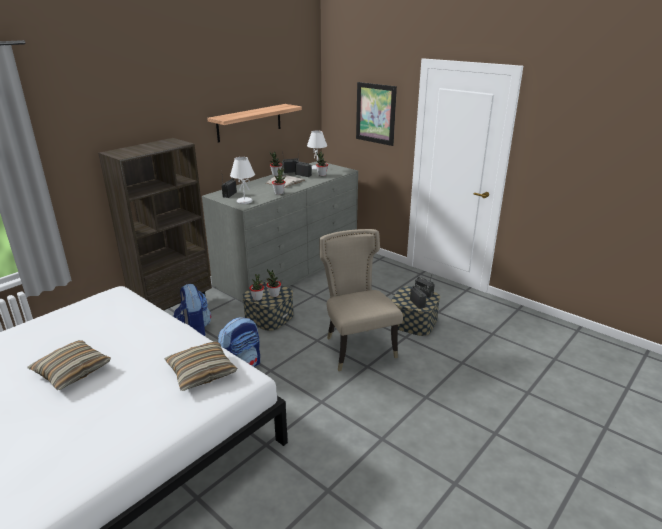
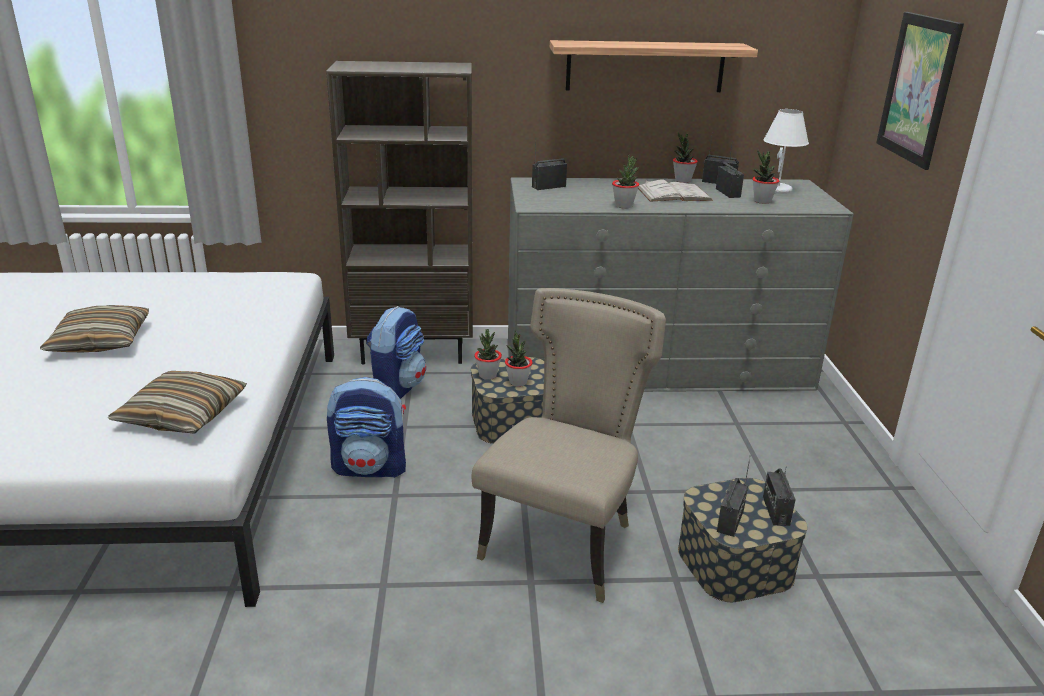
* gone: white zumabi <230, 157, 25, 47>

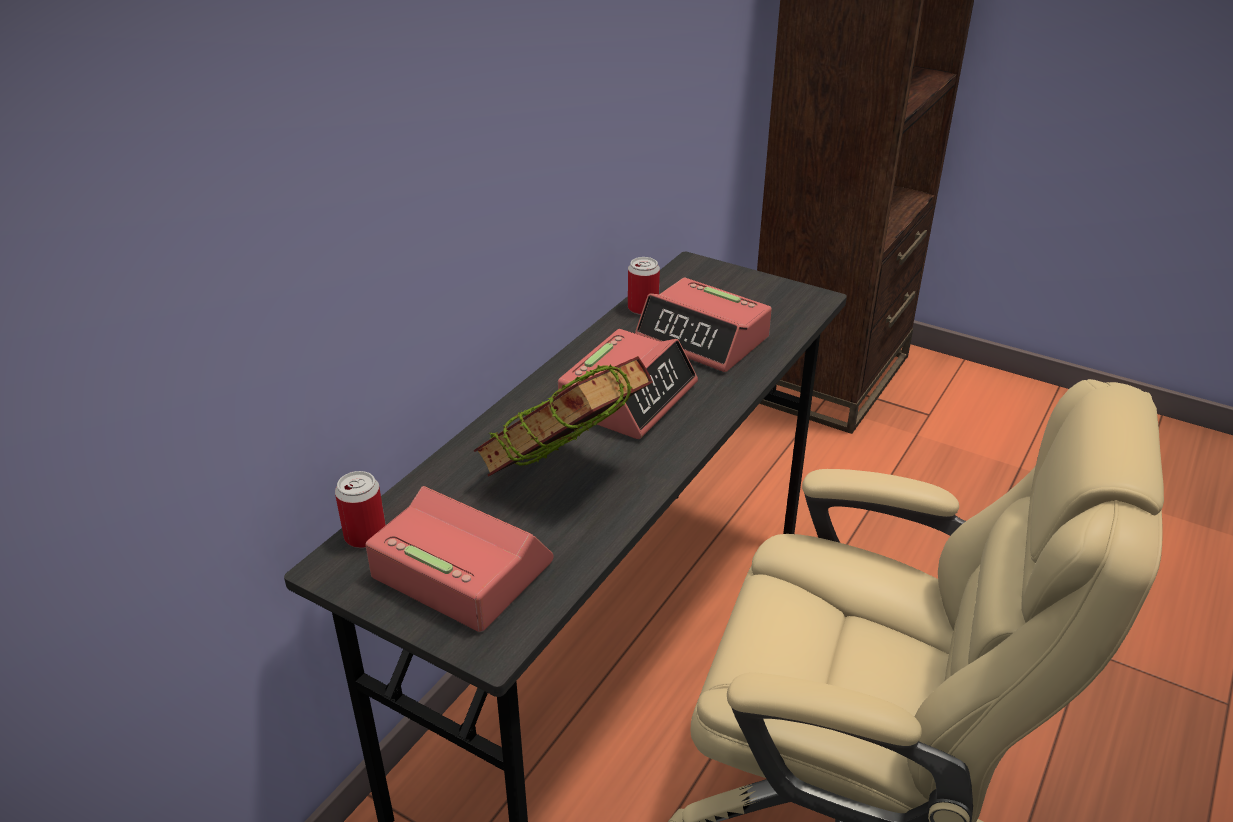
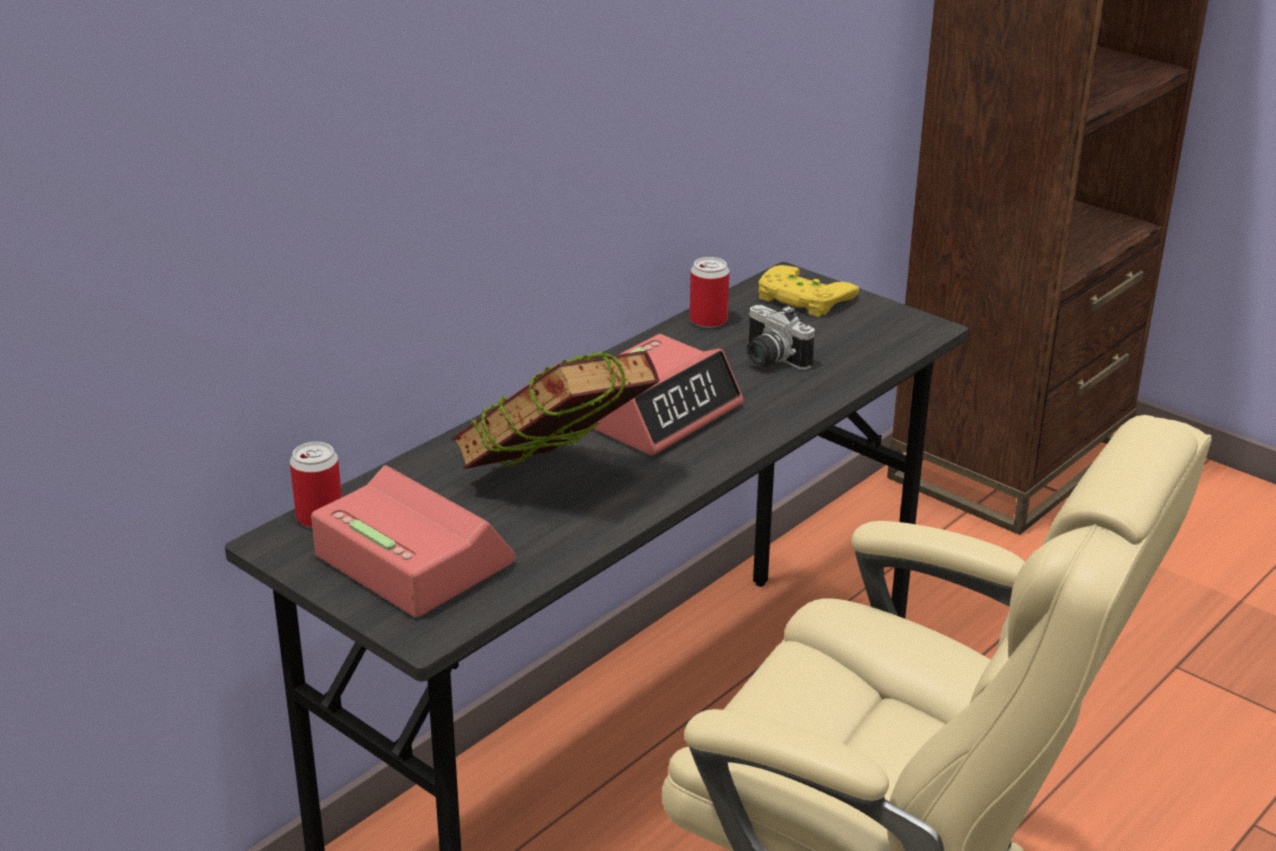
* new: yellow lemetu <758, 265, 101, 52>
* swapped: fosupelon <635, 278, 137, 94> to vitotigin <747, 305, 68, 65>

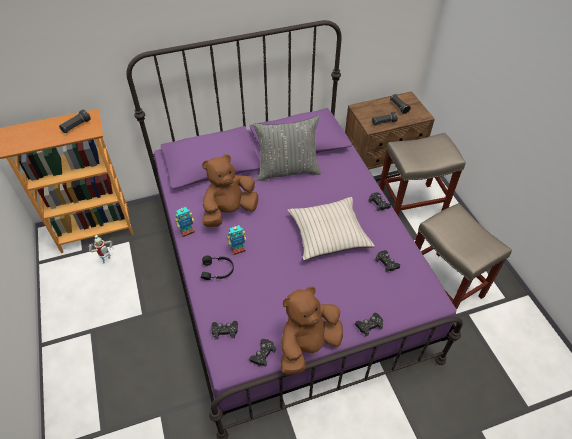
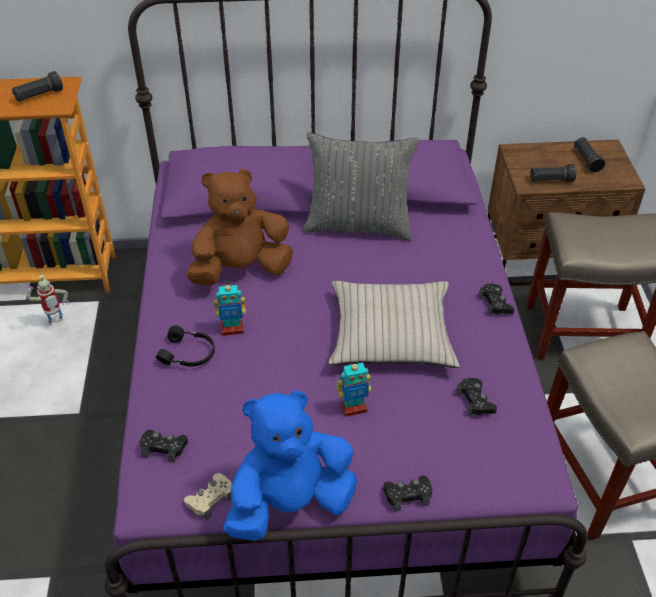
* shifted: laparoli <175, 206, 20, 31> to <336, 361, 36, 56>
* repainted: black lemetu <249, 339, 27, 28> to beige lemetu <184, 473, 48, 47>
* repainted: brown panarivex <280, 286, 63, 89> to blue panarivex <223, 390, 134, 151>

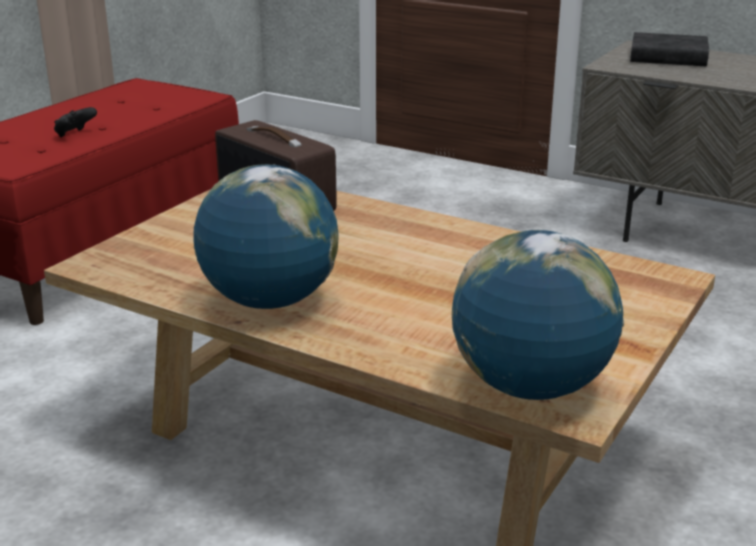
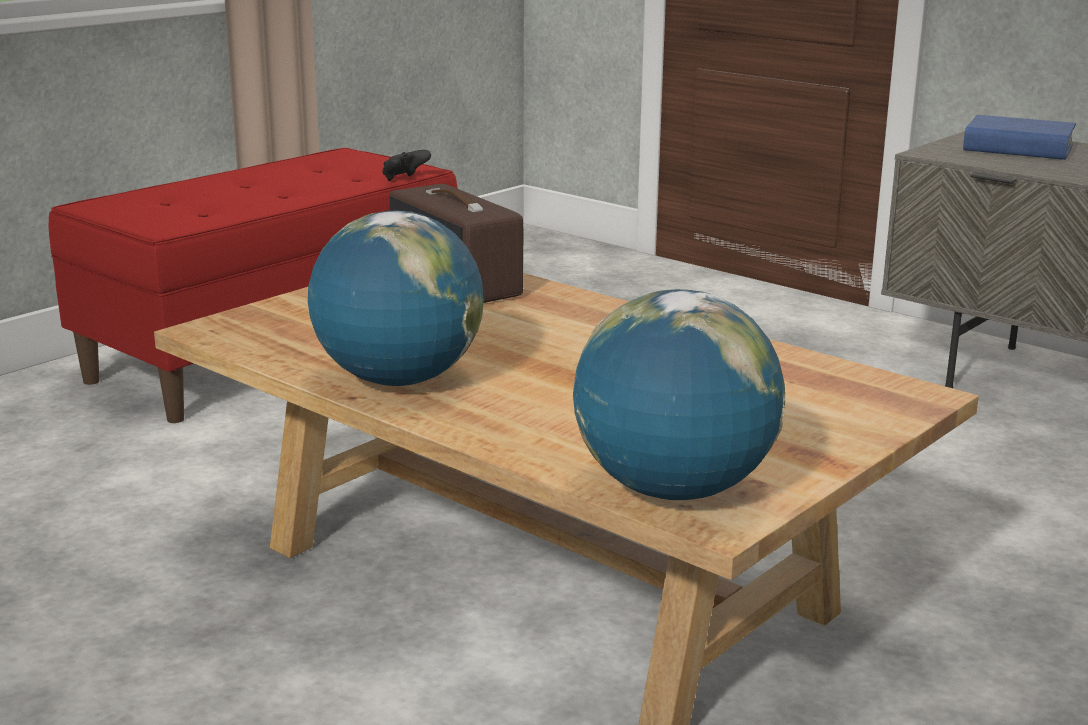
* shifted: black lemetu <54, 107, 43, 30> to <382, 150, 49, 31>
* repainted: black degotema <630, 32, 79, 34> to blue degotema <963, 115, 113, 45>

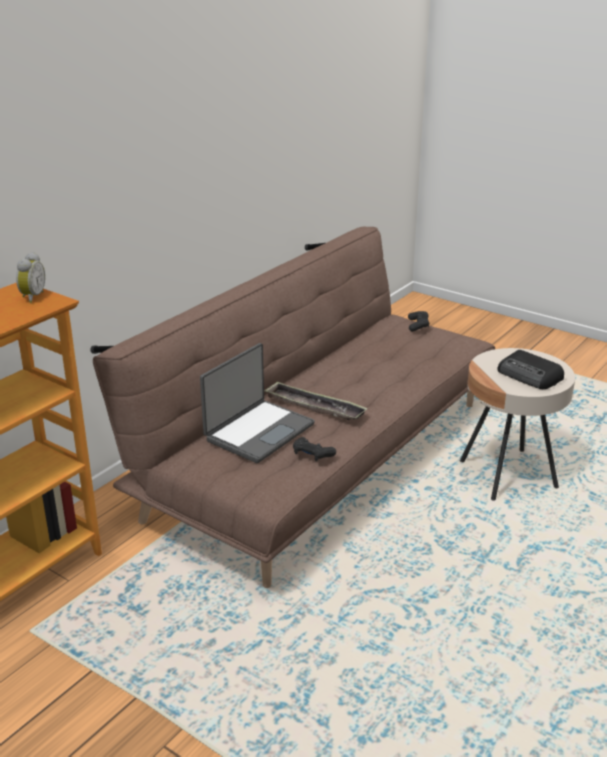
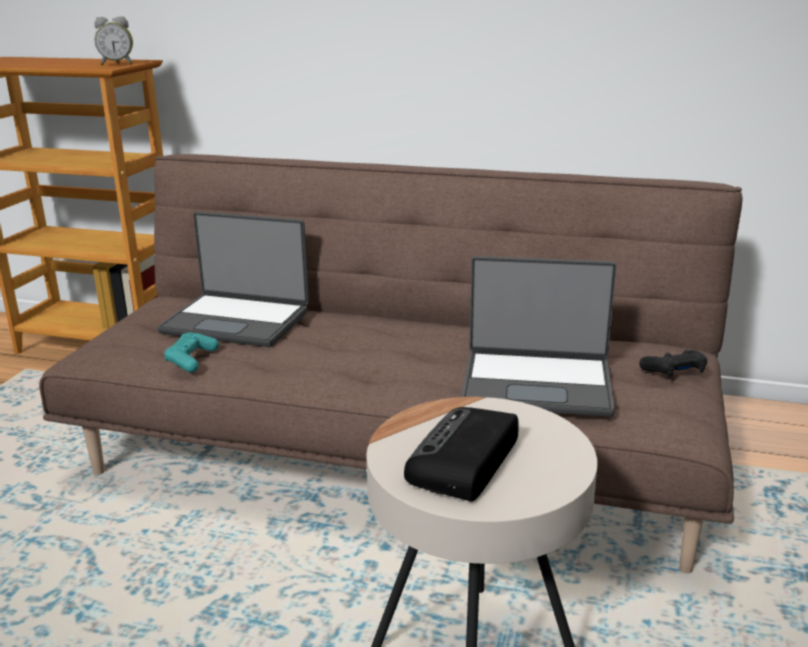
* gone: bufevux <264, 381, 104, 39>
* new: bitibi <461, 256, 156, 161>
* repainted: black lemetu <293, 437, 43, 24> to turquoise lemetu <164, 332, 55, 40>

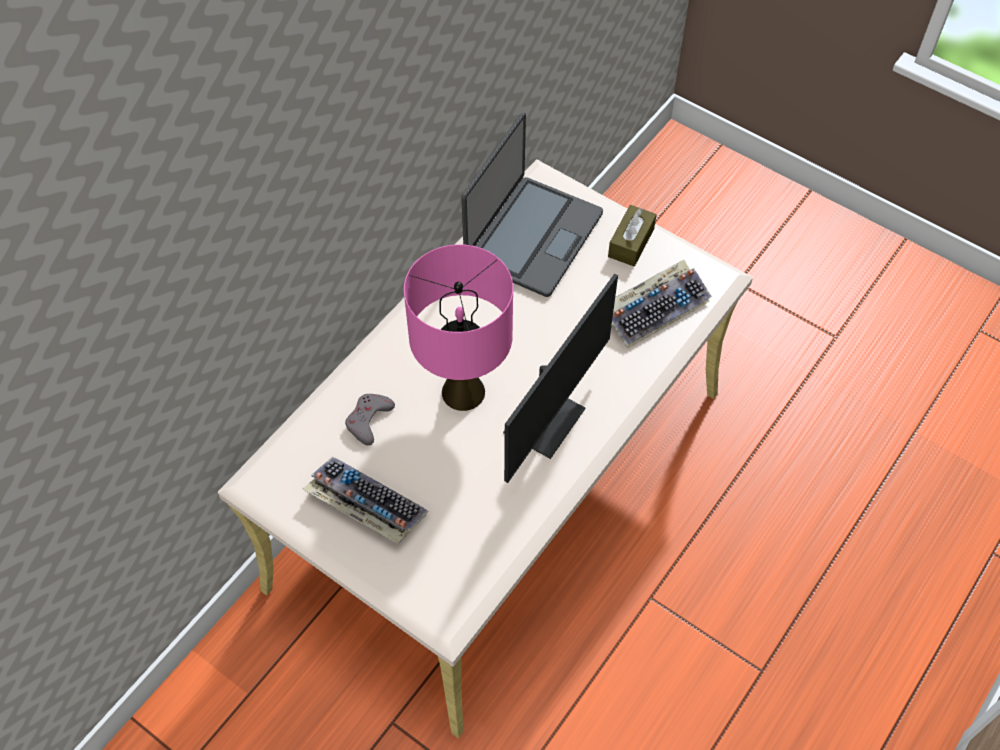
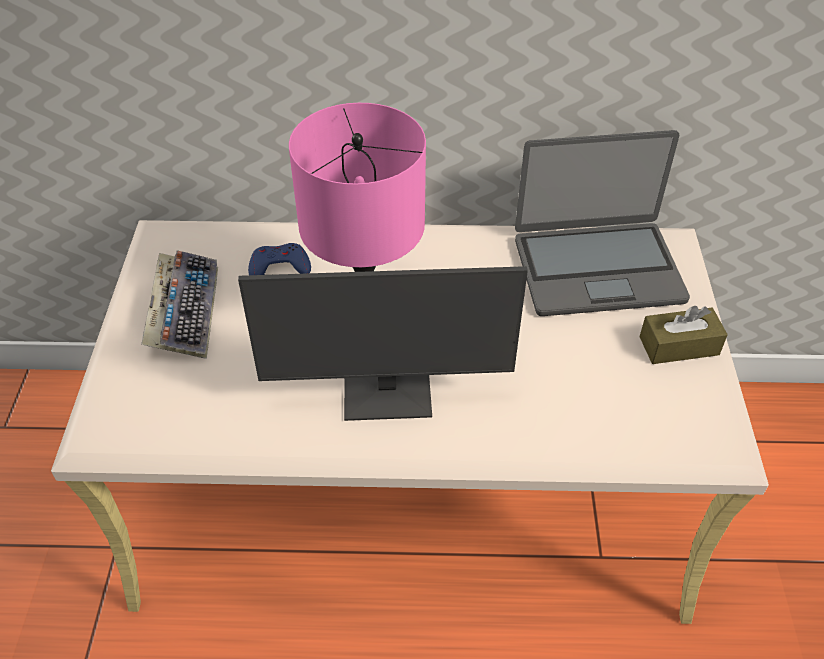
* gone: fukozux <612, 260, 100, 89>
* repainted: grey lemetu <345, 394, 50, 51> to blue lemetu <248, 243, 63, 32>

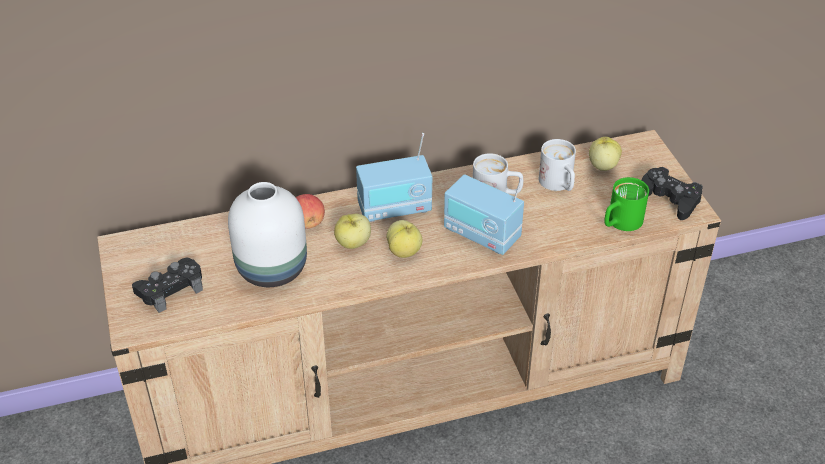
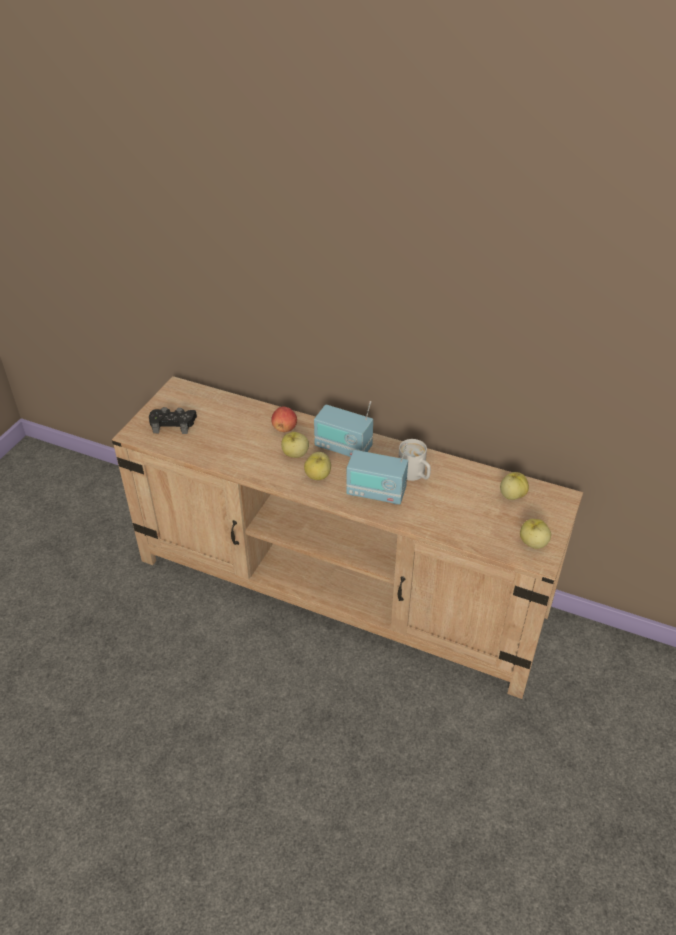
* gone: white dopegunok <228, 182, 79, 105>
* gone: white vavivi <539, 139, 37, 52>
* gone: green vavivi <604, 177, 45, 54>
* swapped: black lemetu <641, 167, 62, 53> to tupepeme <520, 519, 31, 30>
* rotated: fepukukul <444, 174, 80, 81> = <346, 442, 62, 63> 60 degrees counterclockwise

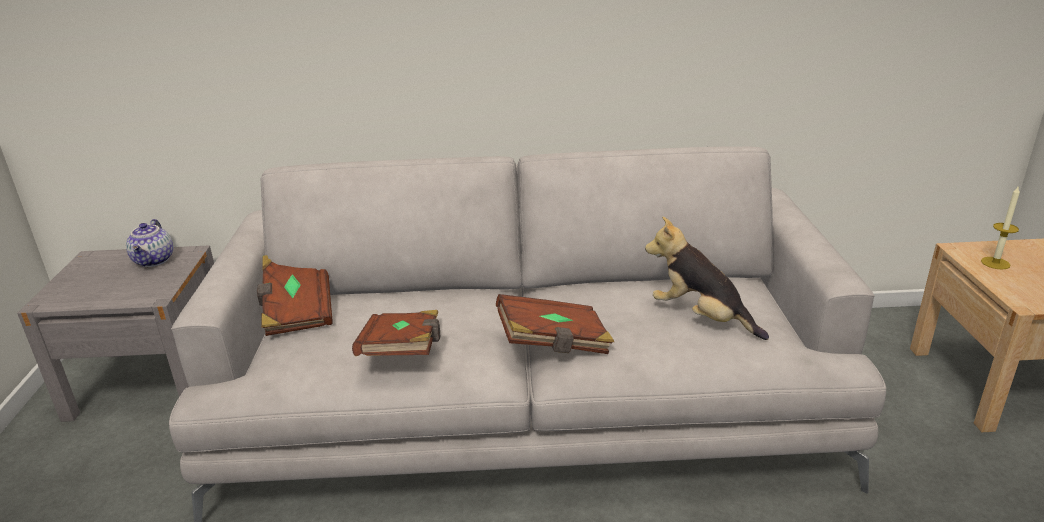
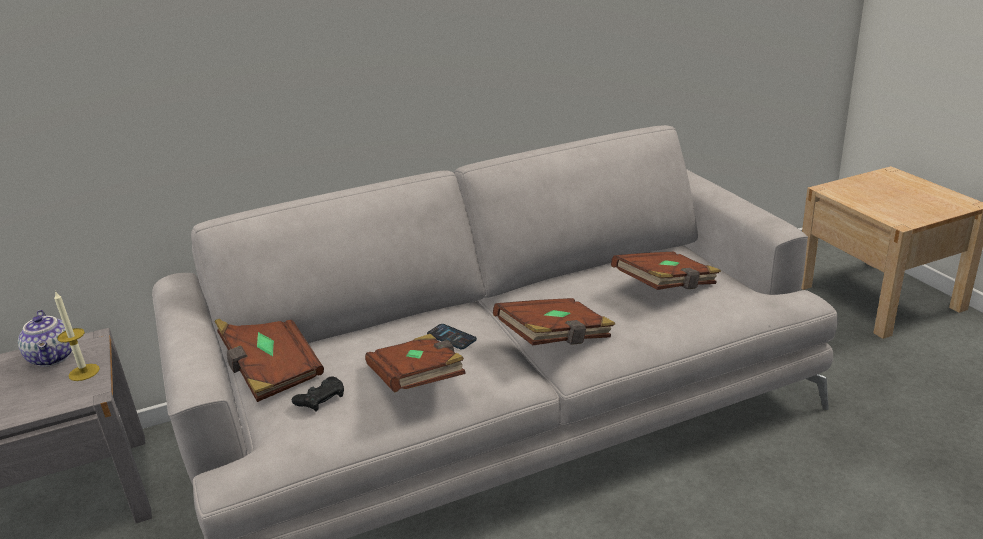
* new: black lemetu <292, 376, 52, 35>
* new: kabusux <427, 324, 50, 25>
* shifted: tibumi <981, 185, 39, 85> to <54, 291, 46, 90>
* swapped: panarivex <645, 217, 124, 123> to brown degotema <611, 252, 110, 38>

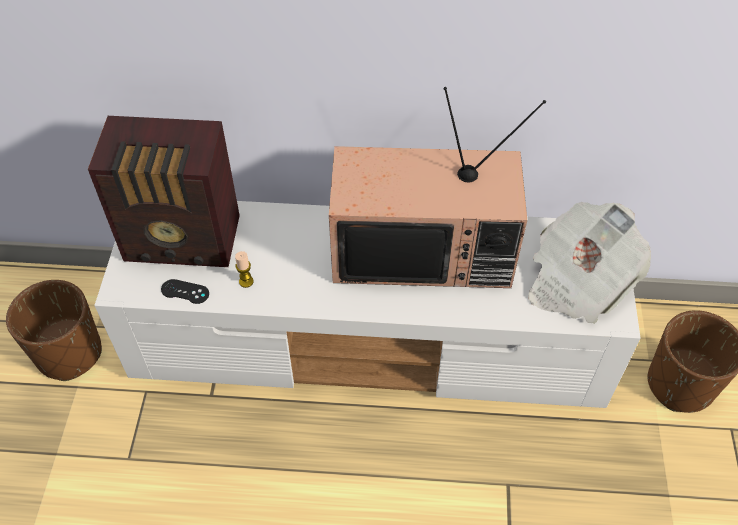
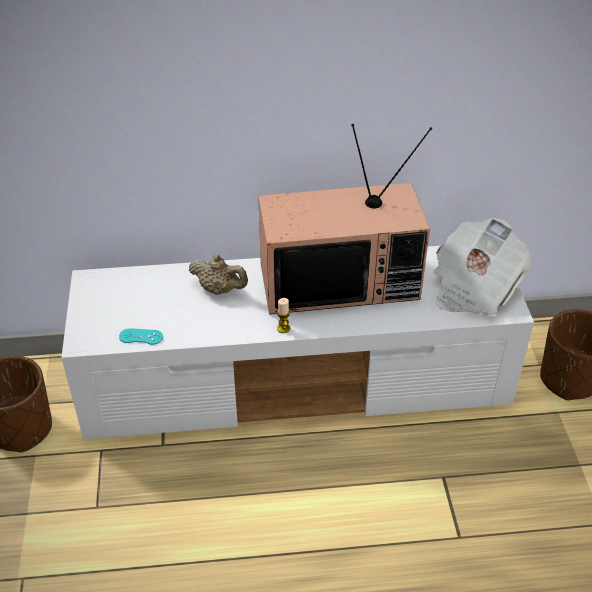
* gone: fepukukul <88, 116, 152, 151>
* new: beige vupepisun <189, 254, 59, 41>
* shifted: tibumi <235, 251, 19, 37> to <277, 298, 13, 35>
* repainted: black lemetu <161, 279, 48, 25> to turquoise lemetu <119, 328, 44, 17>

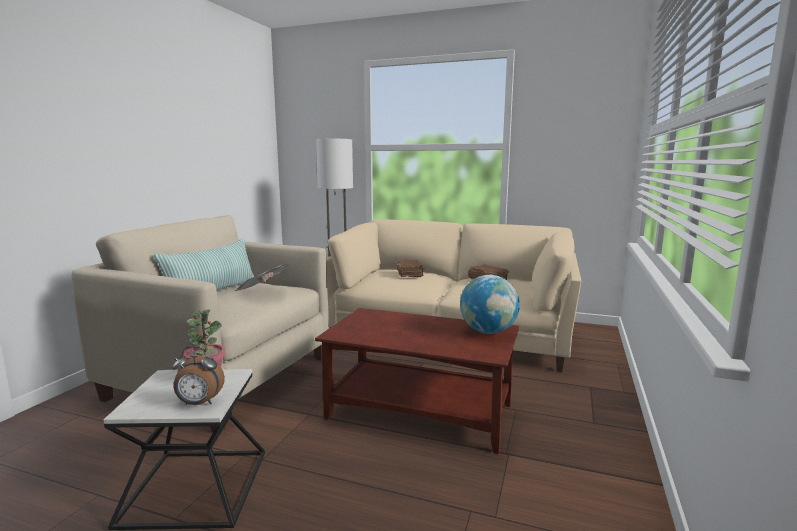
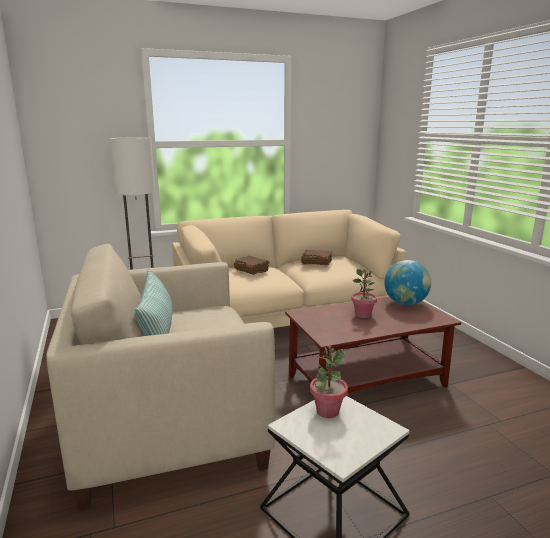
* gone: fosupelon <172, 346, 53, 59>
* gone: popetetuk <235, 264, 54, 27>
* new: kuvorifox <351, 269, 26, 49>

